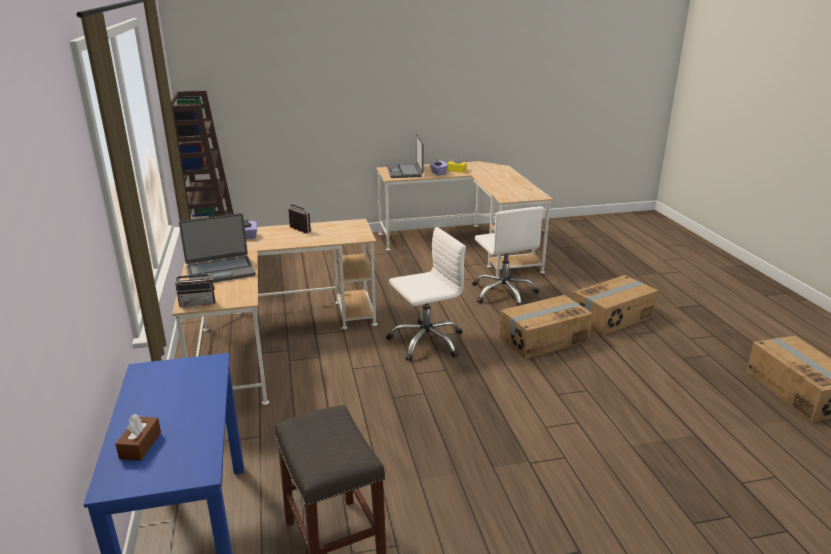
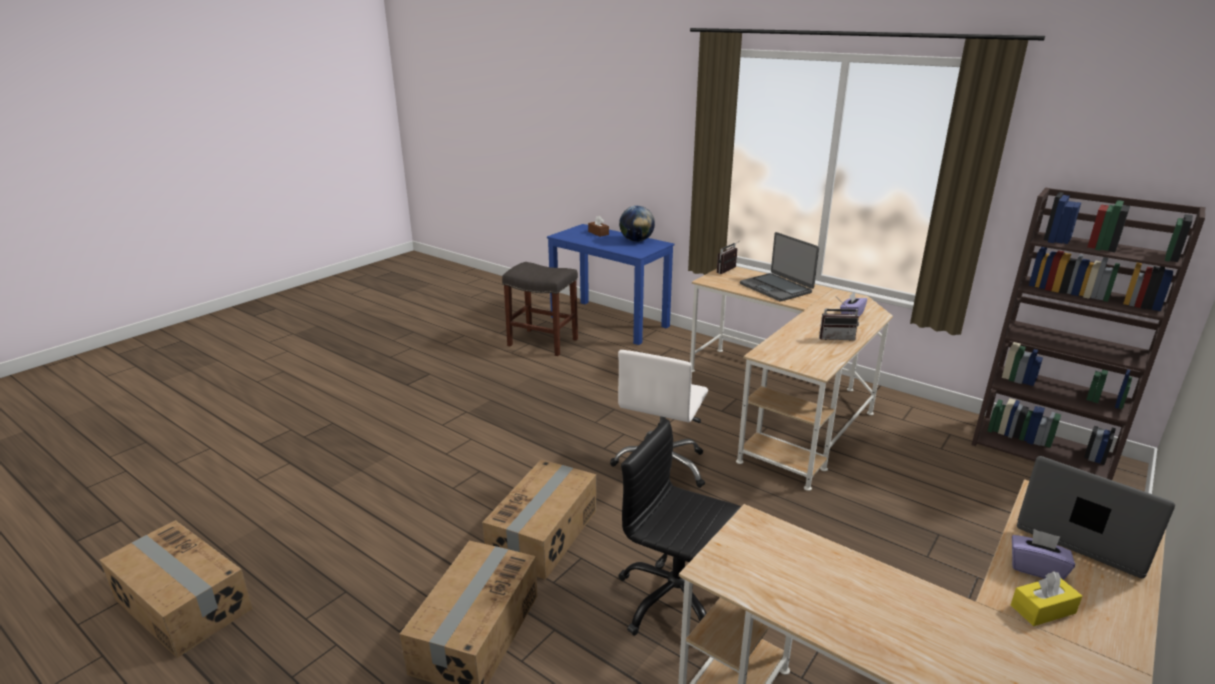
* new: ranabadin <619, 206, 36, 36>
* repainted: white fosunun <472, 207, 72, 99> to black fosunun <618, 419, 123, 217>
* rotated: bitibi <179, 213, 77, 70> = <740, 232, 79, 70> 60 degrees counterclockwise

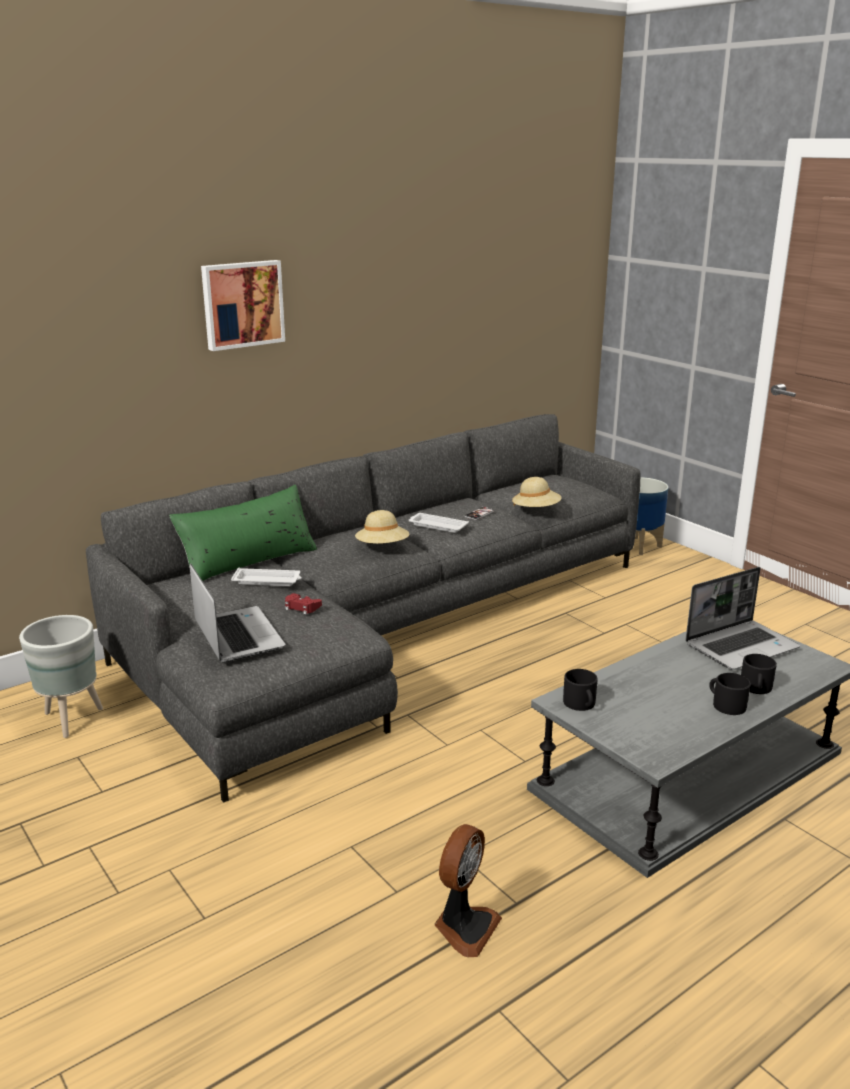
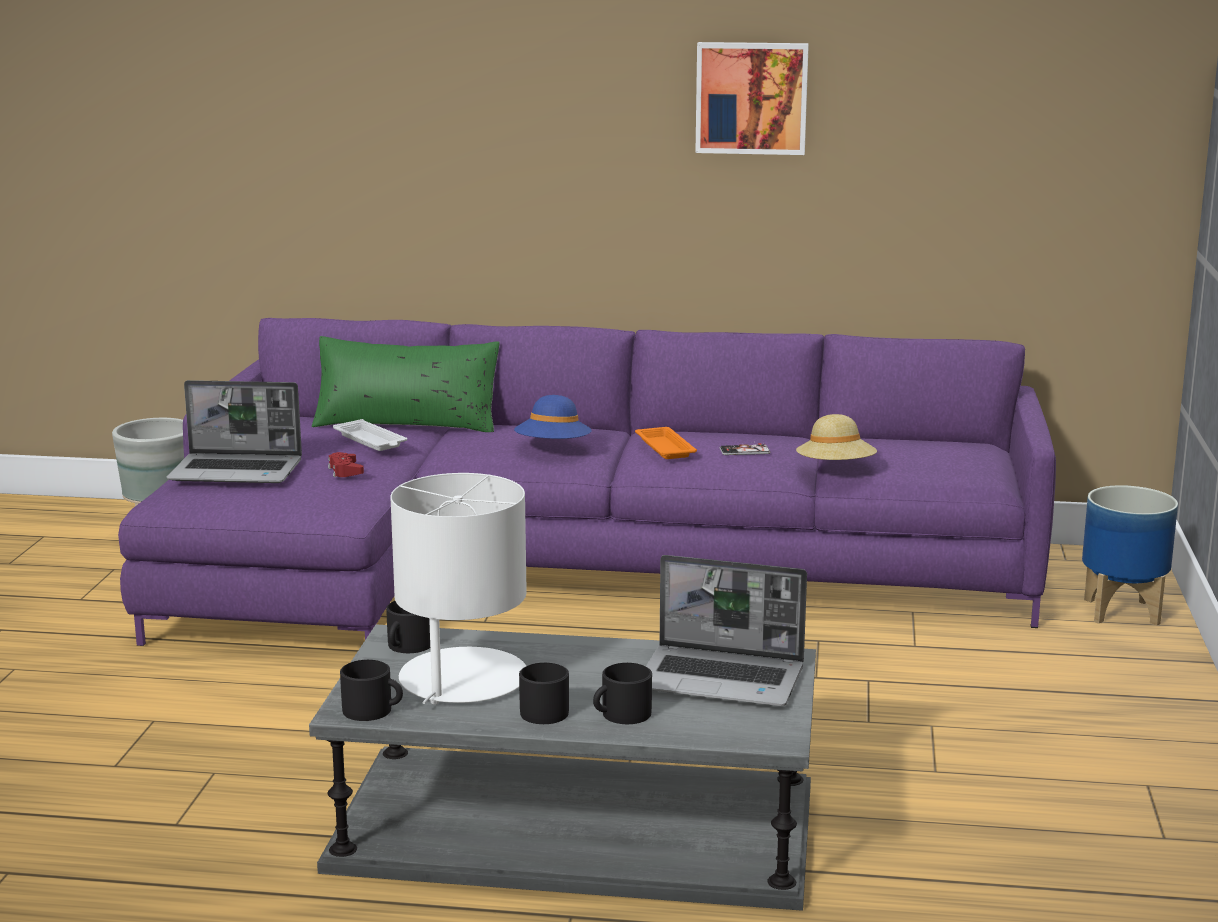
* gone: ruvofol <434, 824, 68, 133>
* new: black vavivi <340, 660, 63, 61>
* new: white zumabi <390, 473, 137, 231>
* shifted: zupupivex <201, 260, 84, 91> to <695, 42, 114, 113>
* repainted: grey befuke <86, 414, 554, 389> to purple befuke <118, 318, 938, 328>
* repainted: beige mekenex <355, 510, 55, 34> to blue mekenex <514, 395, 78, 44>
* repainted: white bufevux <409, 513, 60, 20> to orange bufevux <635, 427, 62, 32>
* rotated: bitibi <190, 563, 96, 99> = <167, 380, 135, 103> 75 degrees clockwise

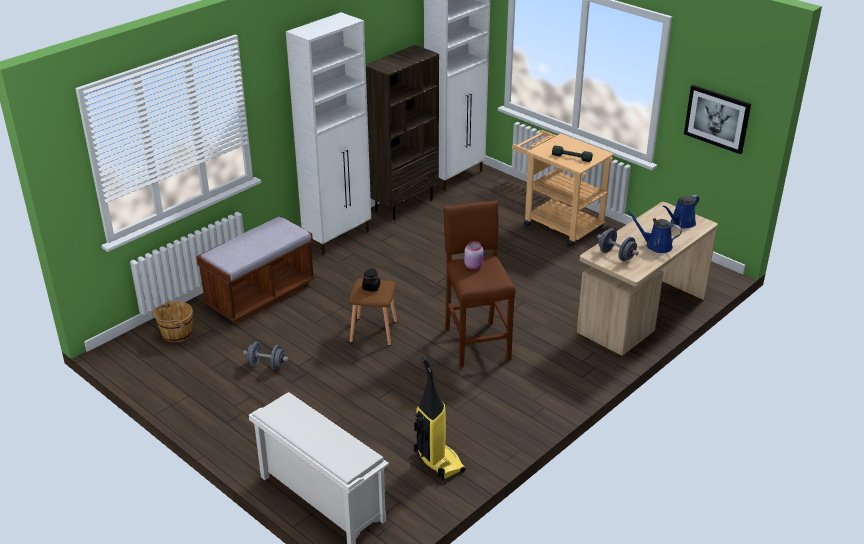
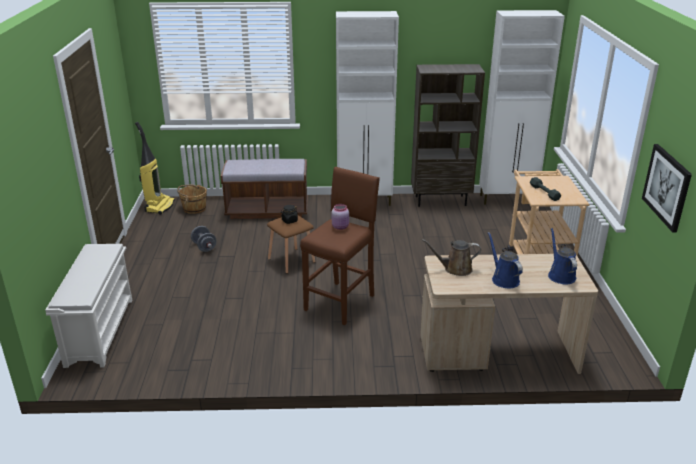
* shifted: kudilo <414, 357, 52, 124> to <135, 122, 40, 93>
* swapped: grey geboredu <597, 229, 42, 32> to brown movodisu <422, 239, 59, 37>
* rotated: blue movodisu <663, 195, 37, 33> = <548, 228, 29, 56> 75 degrees clockwise

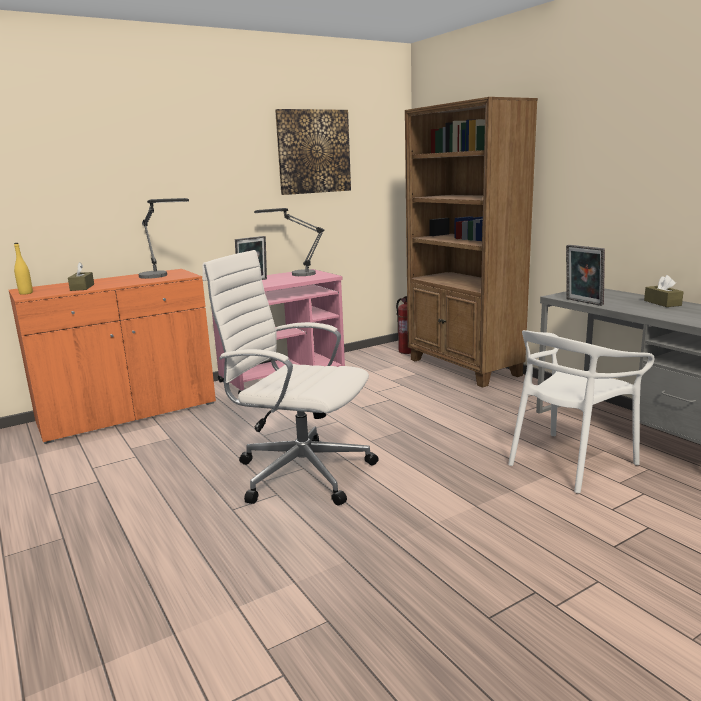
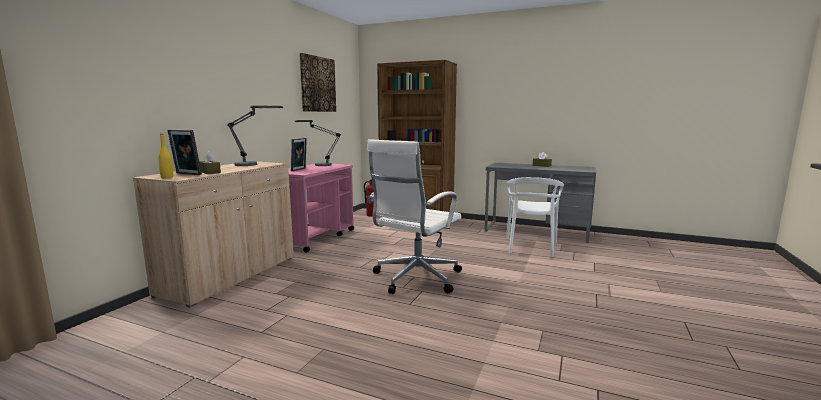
* shifted: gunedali <566, 245, 39, 61> to <167, 130, 35, 45>
* repainted: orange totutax <9, 269, 207, 175> to beige totutax <133, 162, 161, 146>
* rotated: white fosunun <203, 250, 176, 255> = <367, 139, 95, 155> 45 degrees counterclockwise

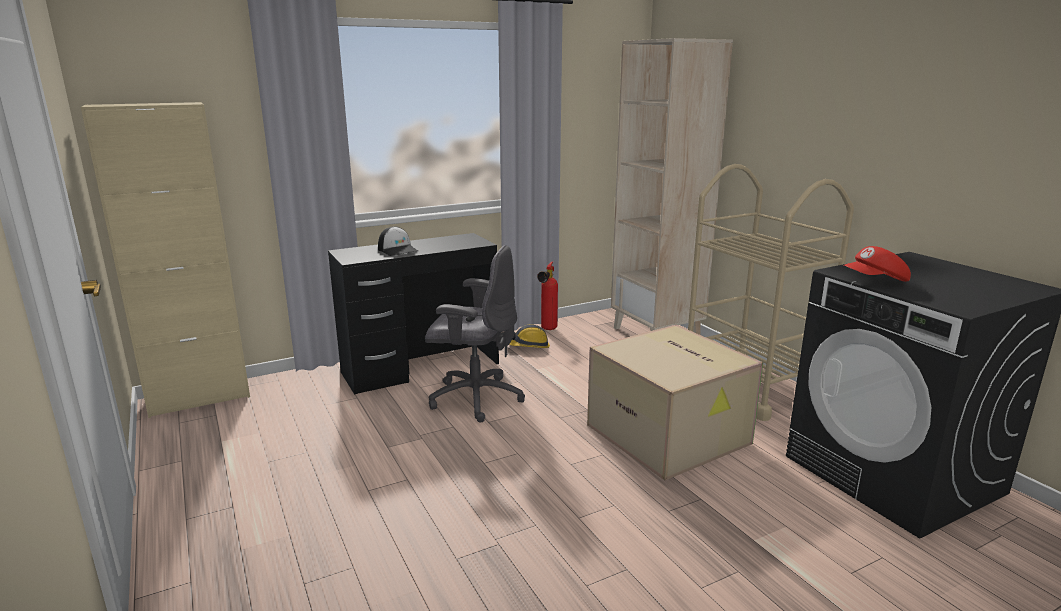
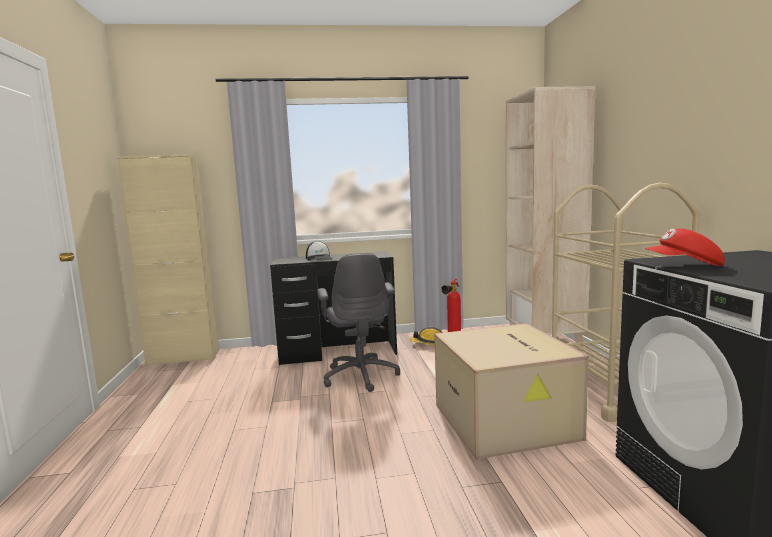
* rotated: grey fosunun <425, 245, 100, 178> = <317, 253, 83, 139> 45 degrees clockwise

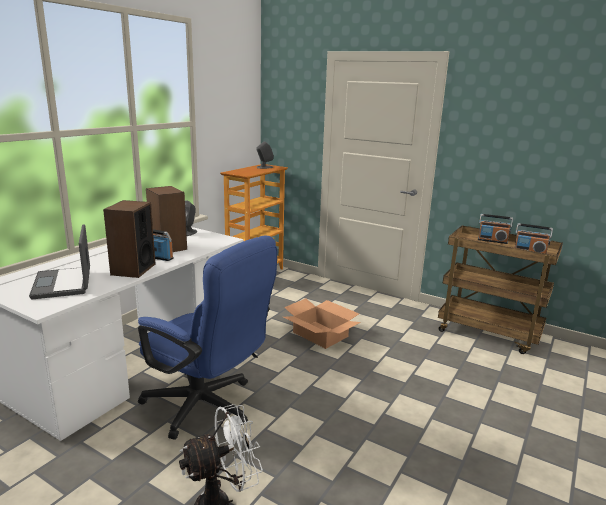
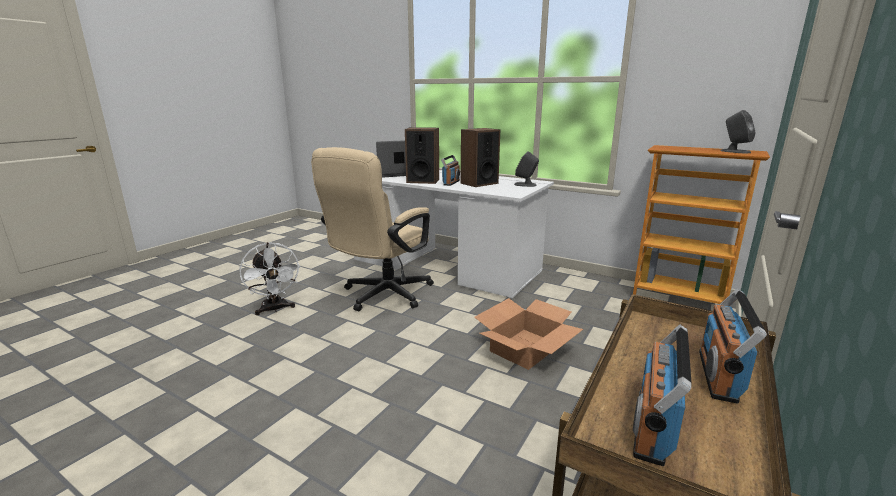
* repainted: blue fosunun <138, 236, 139, 204> to beige fosunun <311, 147, 123, 164>

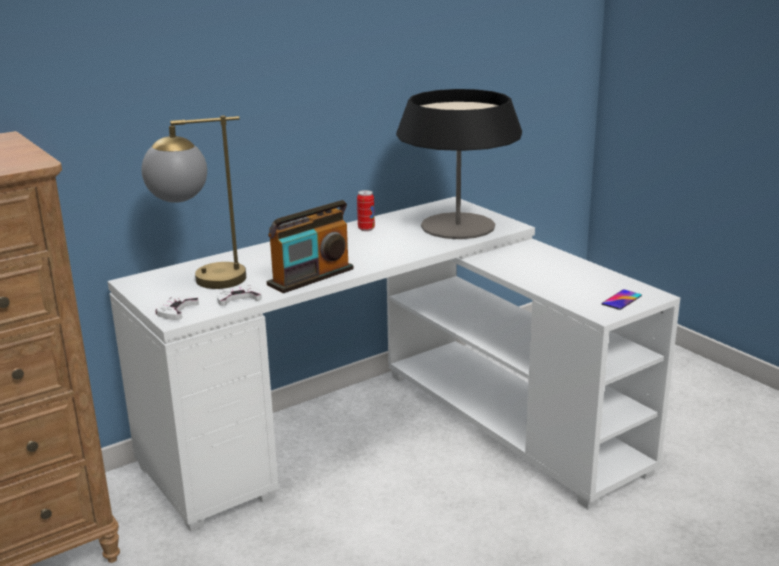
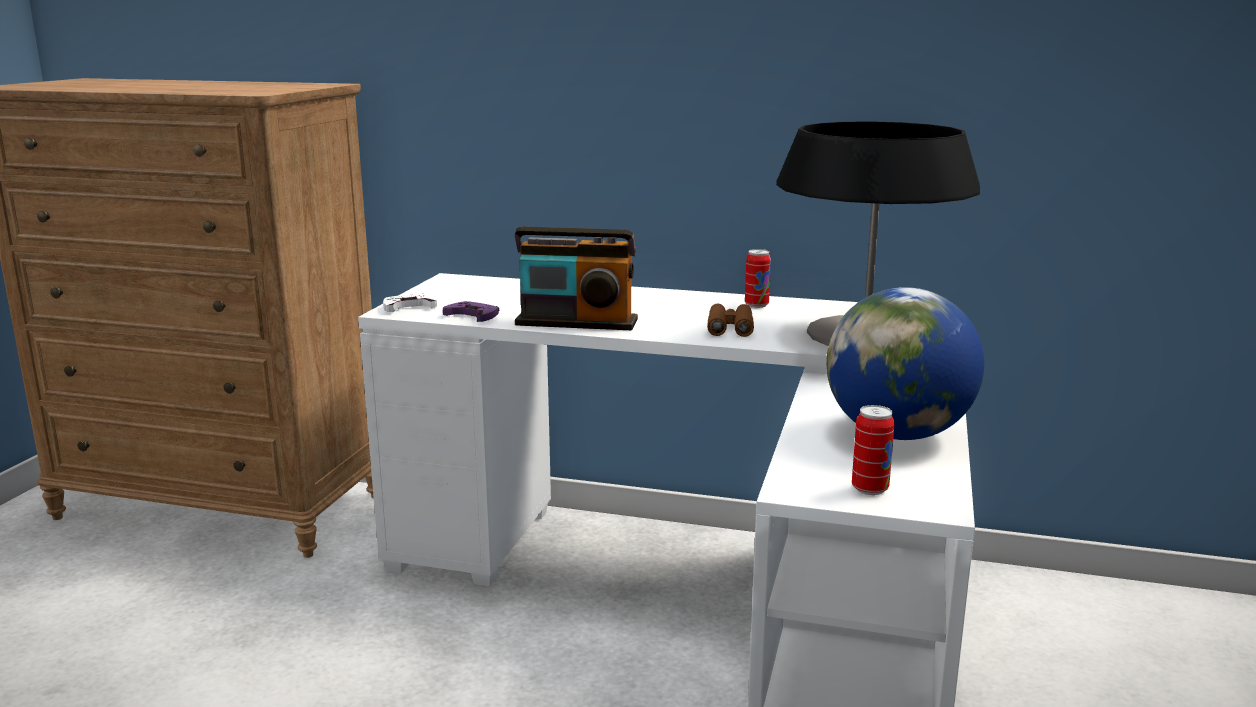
* gone: zumabi <141, 116, 105, 173>
* new: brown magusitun <707, 304, 47, 33>
* new: ranabadin <826, 287, 158, 153>
* swapped: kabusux <602, 289, 40, 21> to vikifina <852, 405, 43, 90>
* repainted: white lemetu <217, 285, 45, 21> to purple lemetu <443, 301, 56, 21>

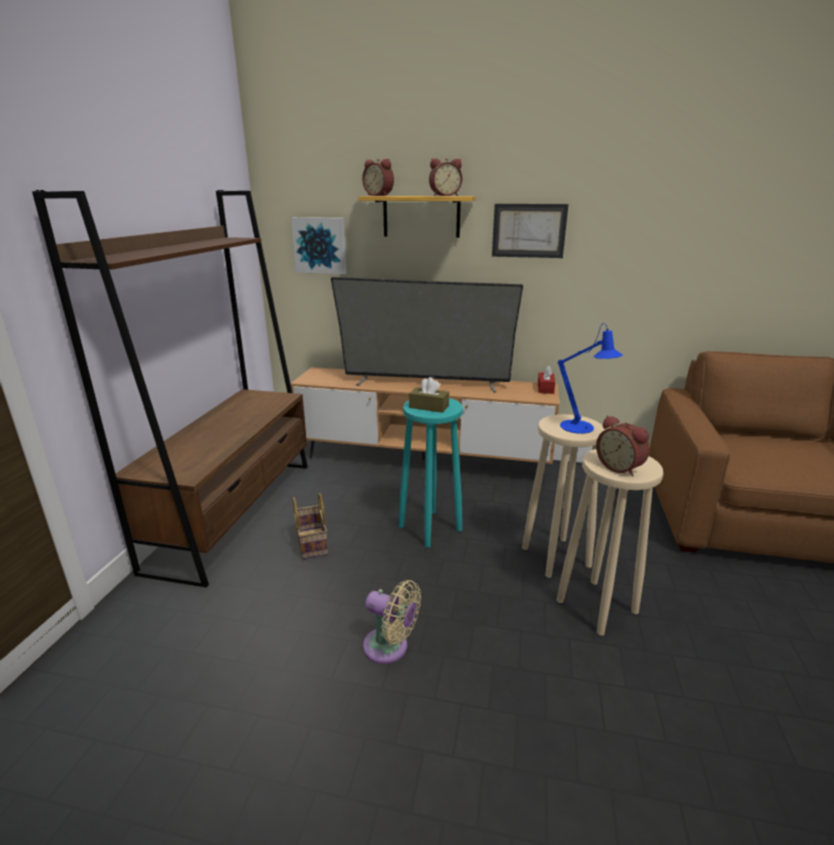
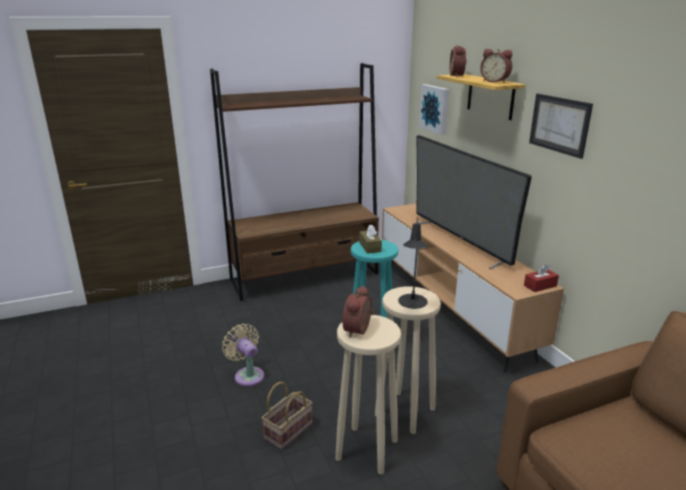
* shifted: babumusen <293, 493, 35, 66> to <262, 382, 51, 68>
* repainted: blue zumabi <558, 323, 65, 111> to black zumabi <398, 217, 30, 92>
* rotated: beige ruvofol <363, 580, 58, 84> = <222, 324, 42, 62> 150 degrees clockwise

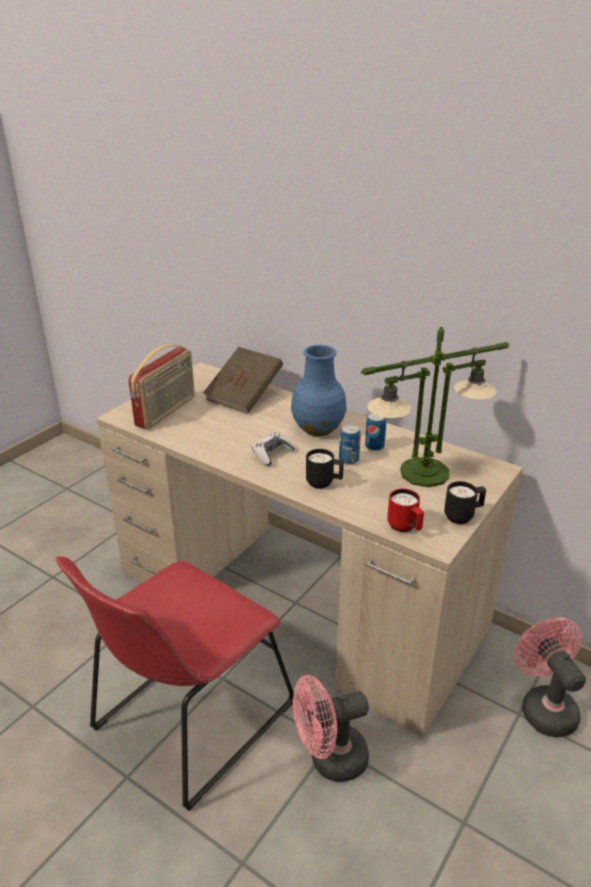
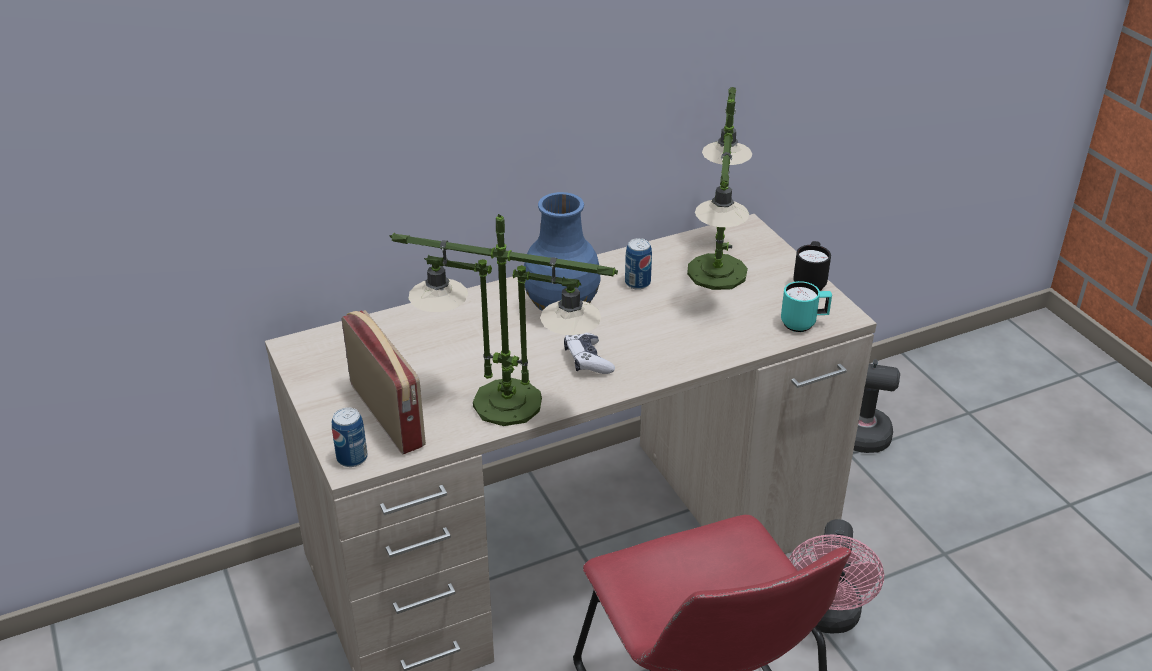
* gone: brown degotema <203, 347, 80, 67>
* gone: black vavivi <306, 449, 38, 40>
* new: zumabi <389, 214, 229, 212>
* shifted: vikifina <339, 424, 22, 41> to <332, 408, 36, 59>
* repainted: red vavivi <387, 489, 37, 43> to turquoise vavivi <781, 281, 51, 51>

